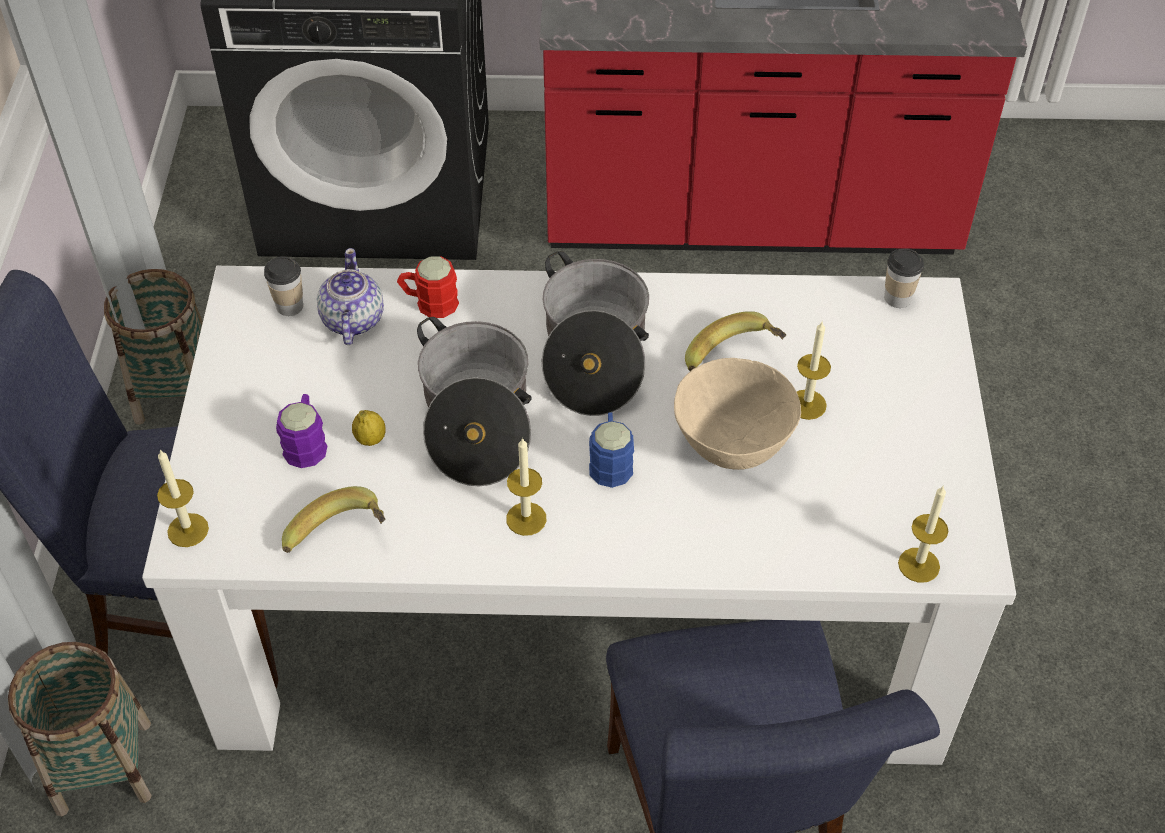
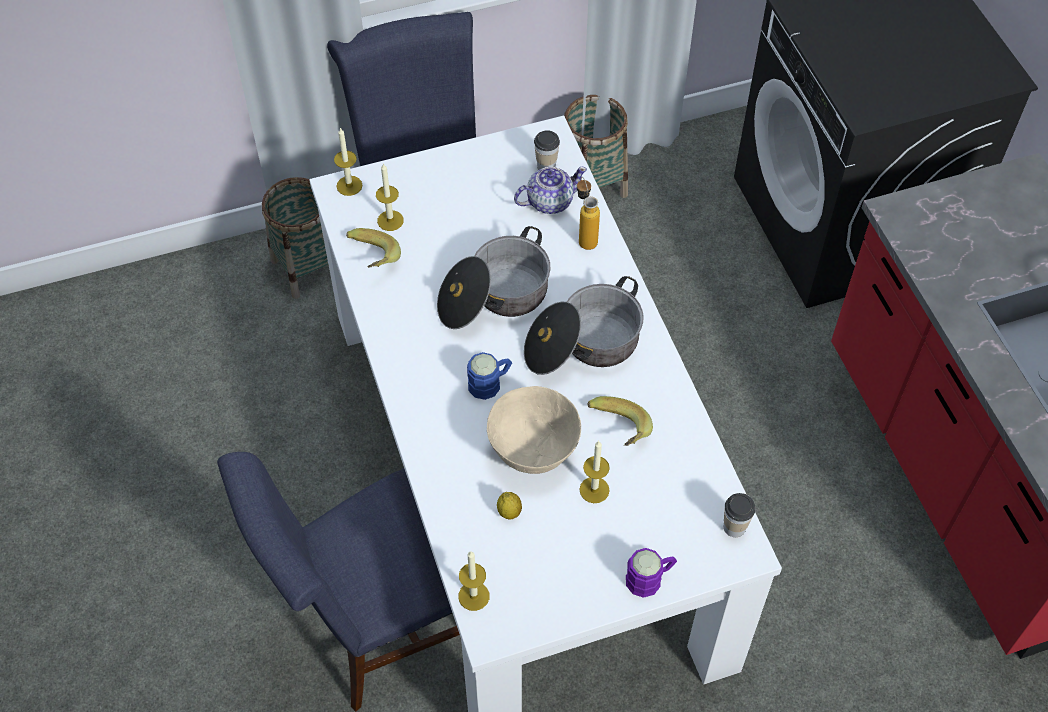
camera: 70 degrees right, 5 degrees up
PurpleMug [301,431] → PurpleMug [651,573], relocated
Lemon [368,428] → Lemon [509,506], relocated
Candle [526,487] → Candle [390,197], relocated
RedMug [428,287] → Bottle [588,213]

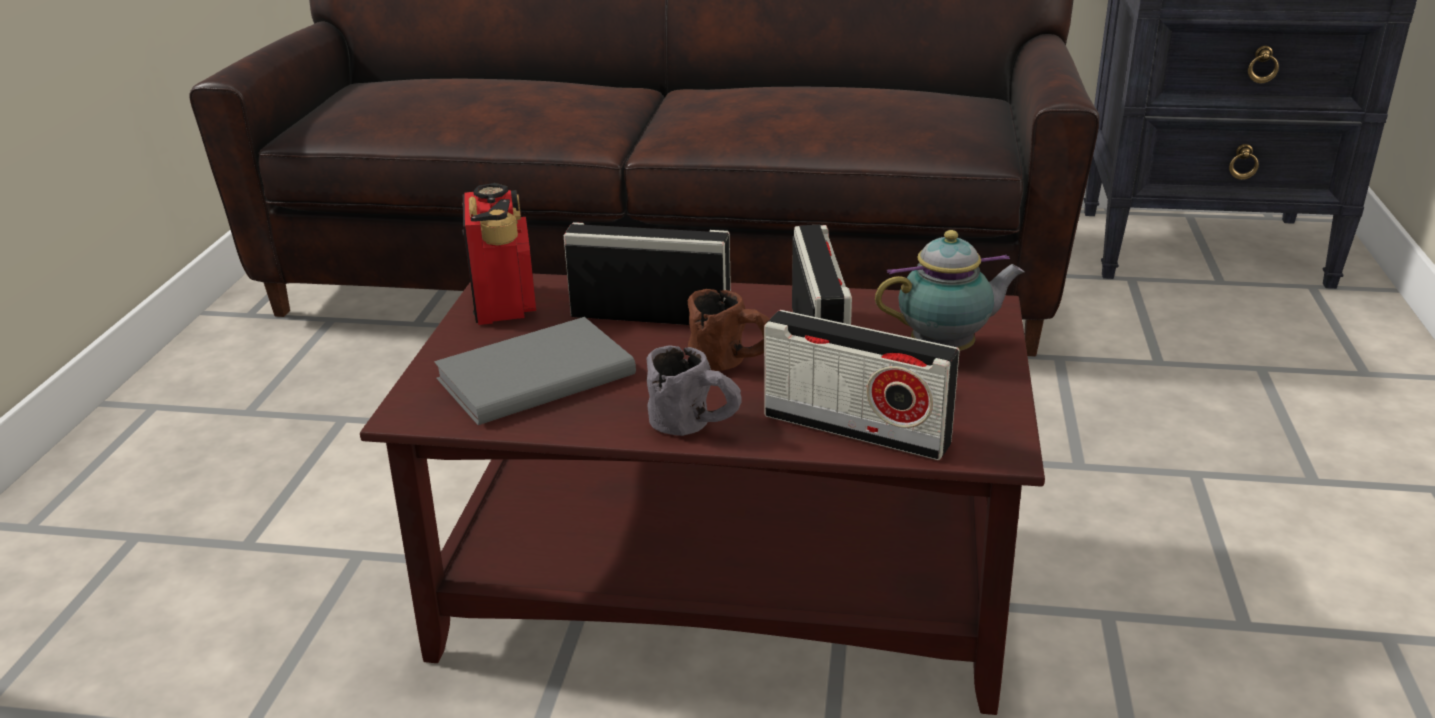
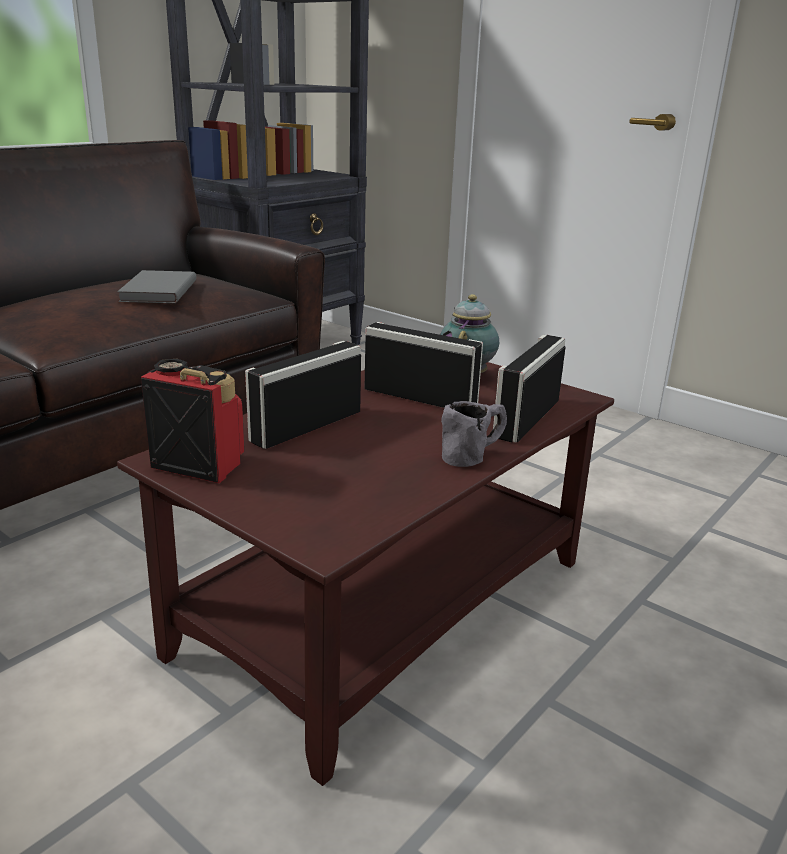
camera: 60 degrees left, 5 degrees down
BrownMug [728,330] → -
GreyBook [535,371] → GreyBook [157,286], relocated
Radio [862,385] → Radio [529,389], 150 degrees clockwise

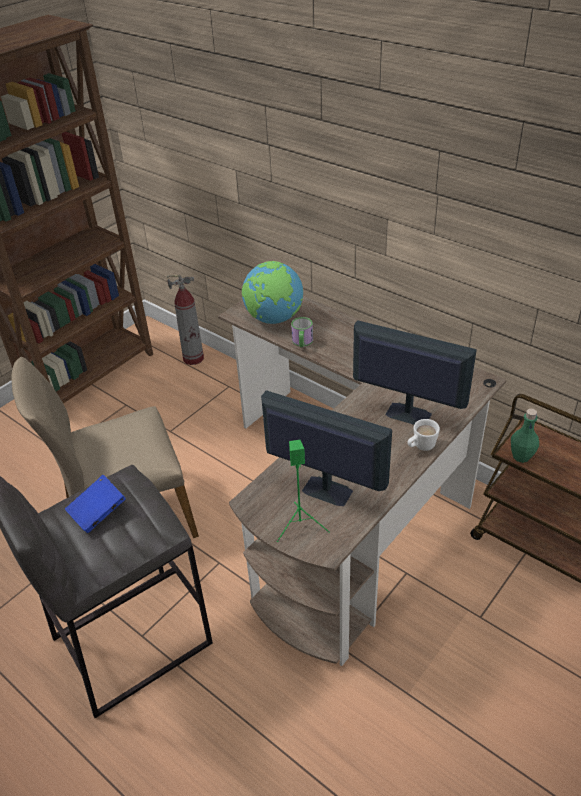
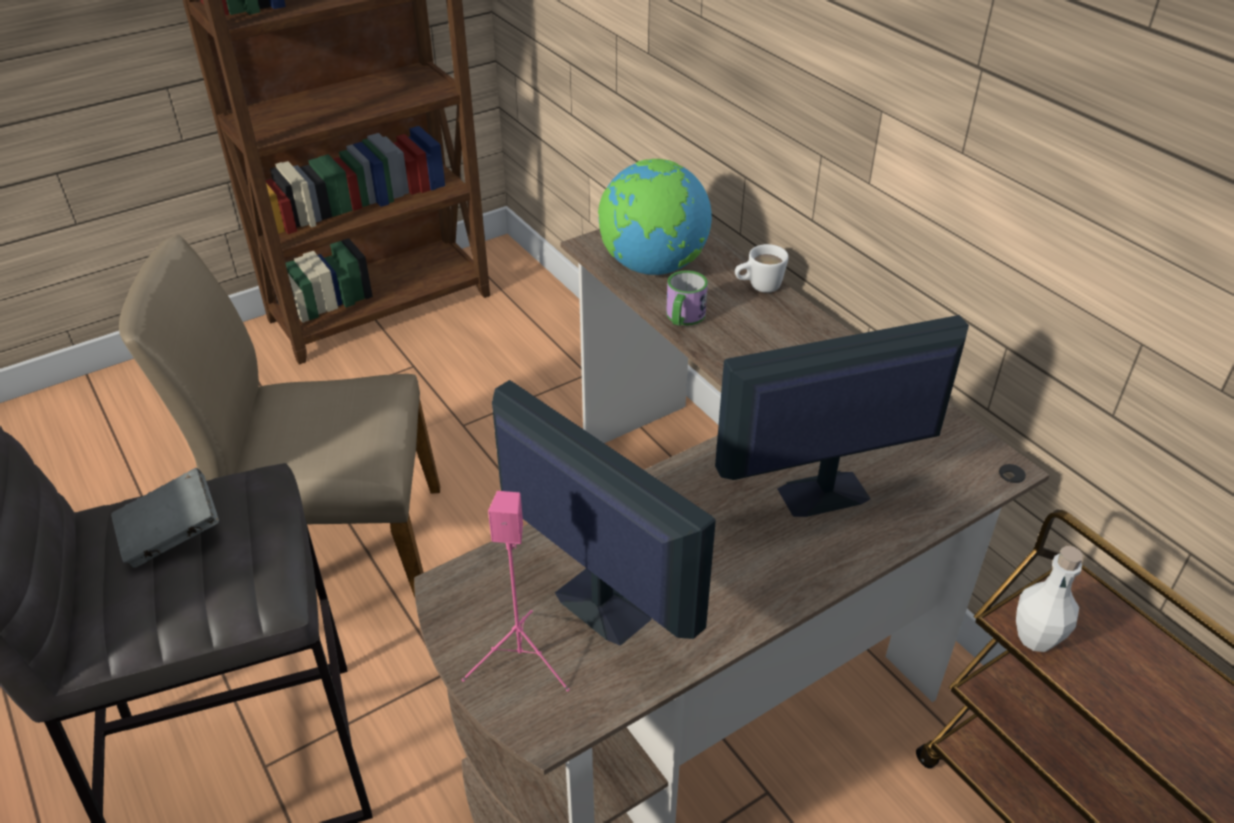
camera: 15 degrees right, 0 degrees up
FireExtinguisher [185,320] → -
WhiteMug [424,435] → WhiteMug [762,268], relocated
BlueBook [95,504] → GreyBook [165,518]
GreenSpeaker [303,491] → PinkSpeaker [515,591]
GreenBottle [525,436] → WhiteBottle [1049,599]
Monitor [415,372] → Monitor [842,416], 60 degrees counterclockwise

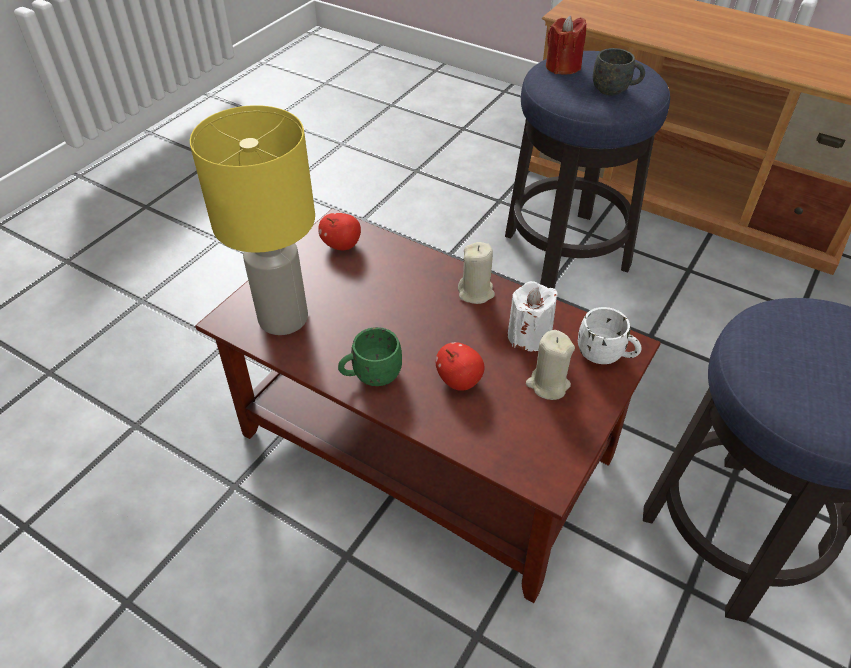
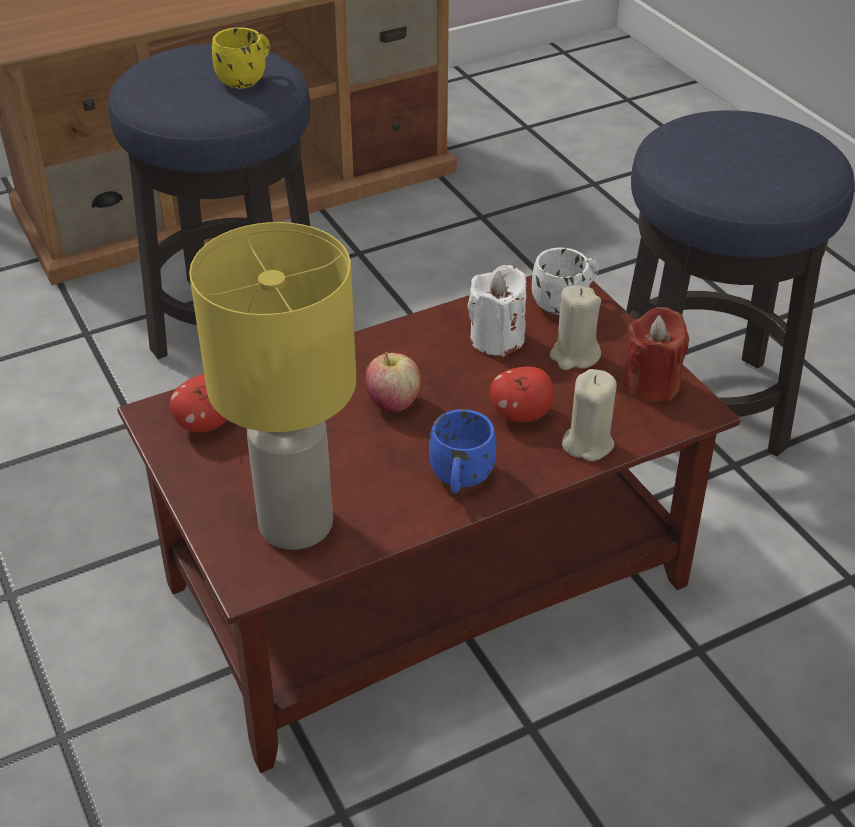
camera: 60 degrees left, 5 degrees down
- → Apple [393,382]
BeigeCandle [476,273] → BeigeCandle [589,415], relocated
RedCandle [566,44] → RedCandle [656,354], relocated
GreenMug [370,356] → BlueMug [462,451]
GreyMug [619,71] → YellowMug [241,58]

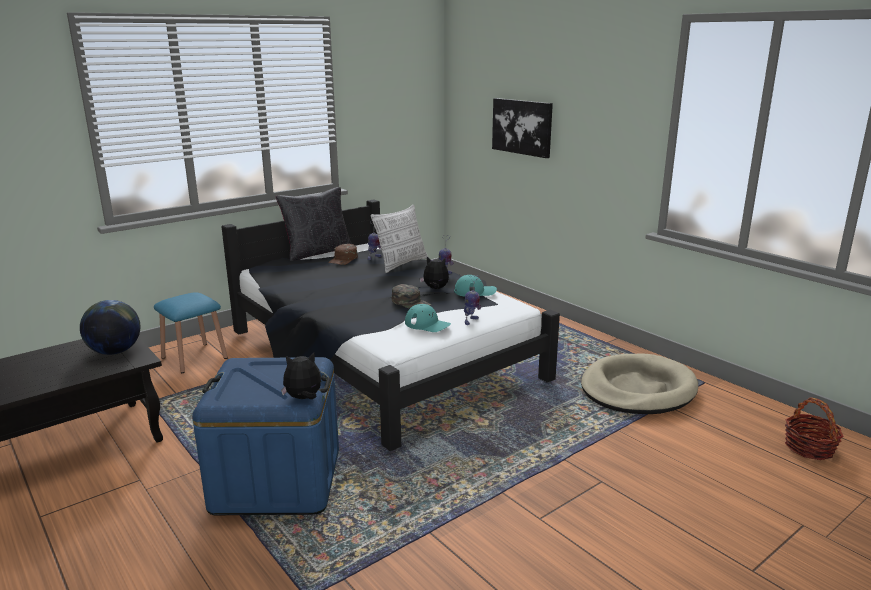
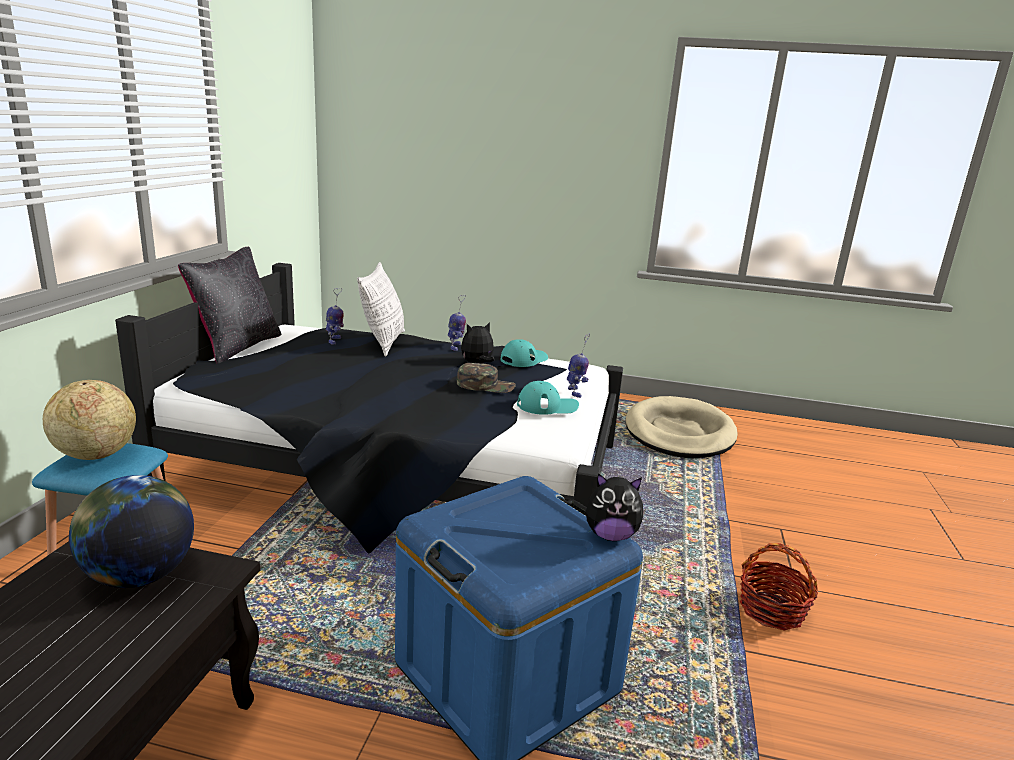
camera: 40 degrees left, 0 degrees up
BrownCap [343,254] → -
Picture [522,128] → -
- → Globe [89,420]
Basket [814,428] → Basket [779,587], relocated
PlushToy [301,376] → PlushToy [616,507], 120 degrees counterclockwise

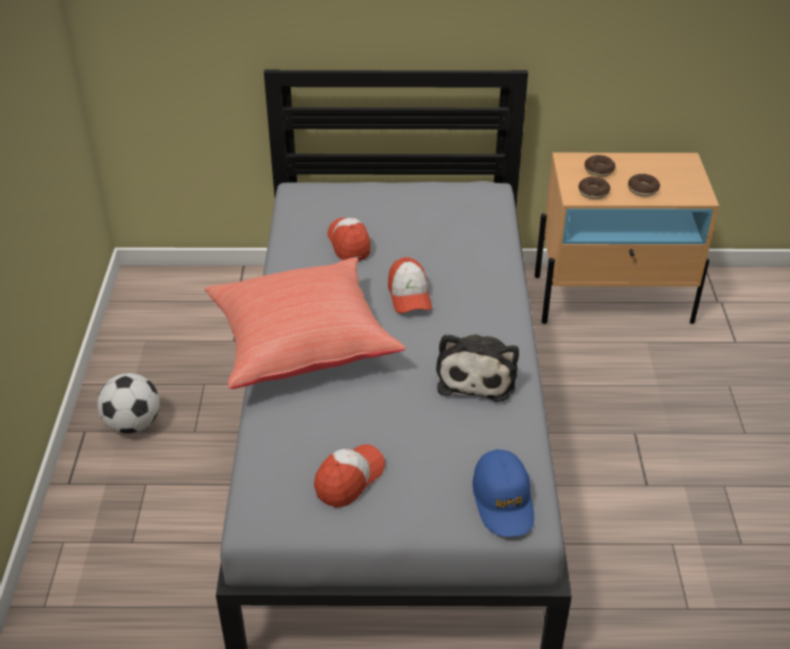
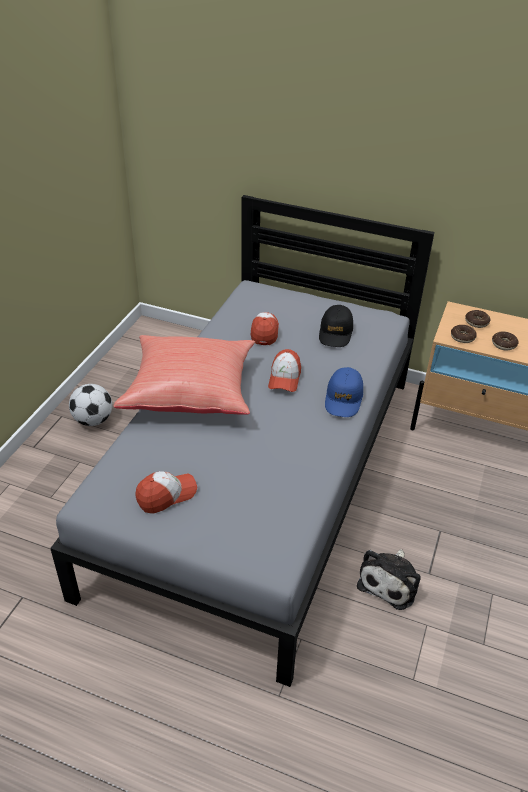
camera: 20 degrees right, 0 degrees up
- → BlackCap [336,326]
PlushToy [477,368] → PlushToy [389,579], relocated
BlueCap [503,493] → BlueCap [344,392], relocated

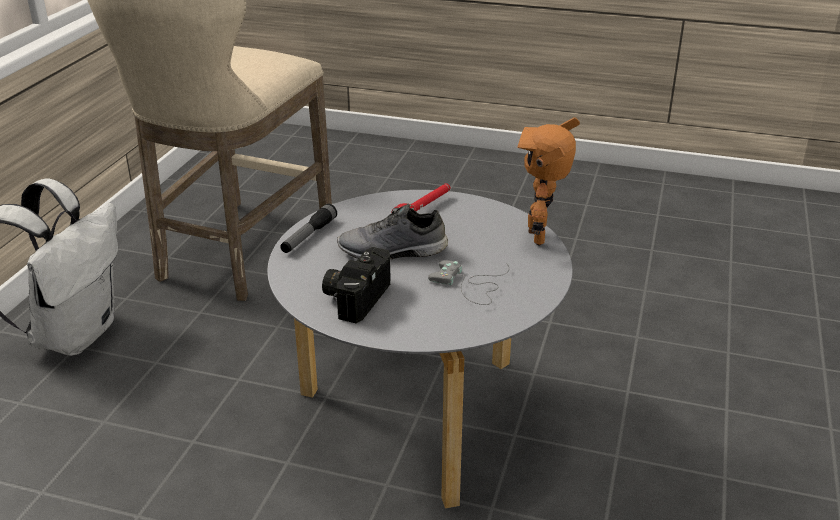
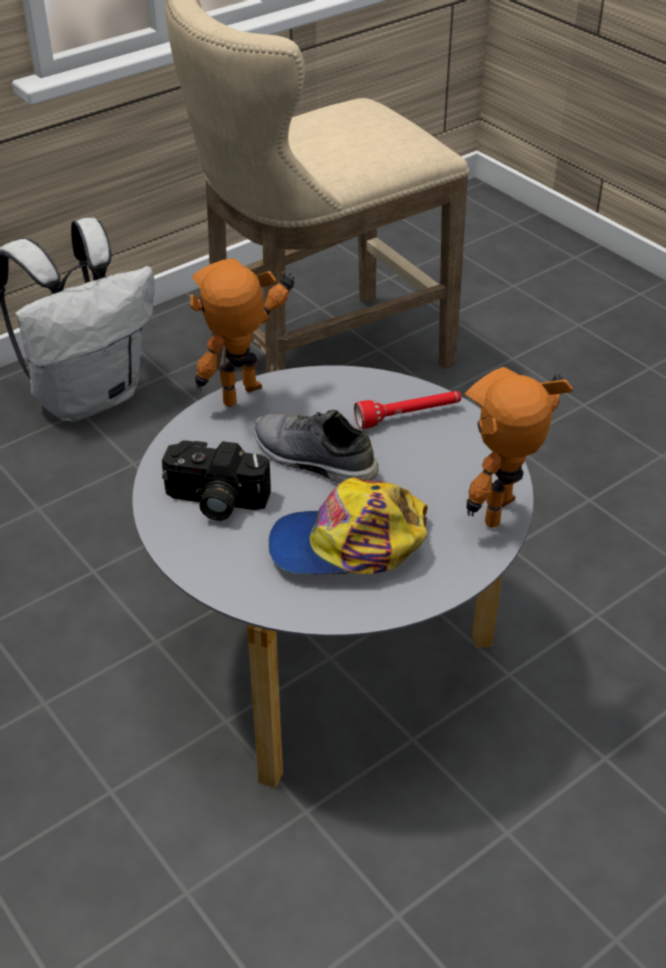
camera: 35 degrees right, 10 degrees up
Flashlight [308,228] → ToyRobot [242,333]
GreyGameController [468,282] → Cap [348,526]
PhotoCamera [356,285] → PhotoCamera [216,480], 135 degrees counterclockwise

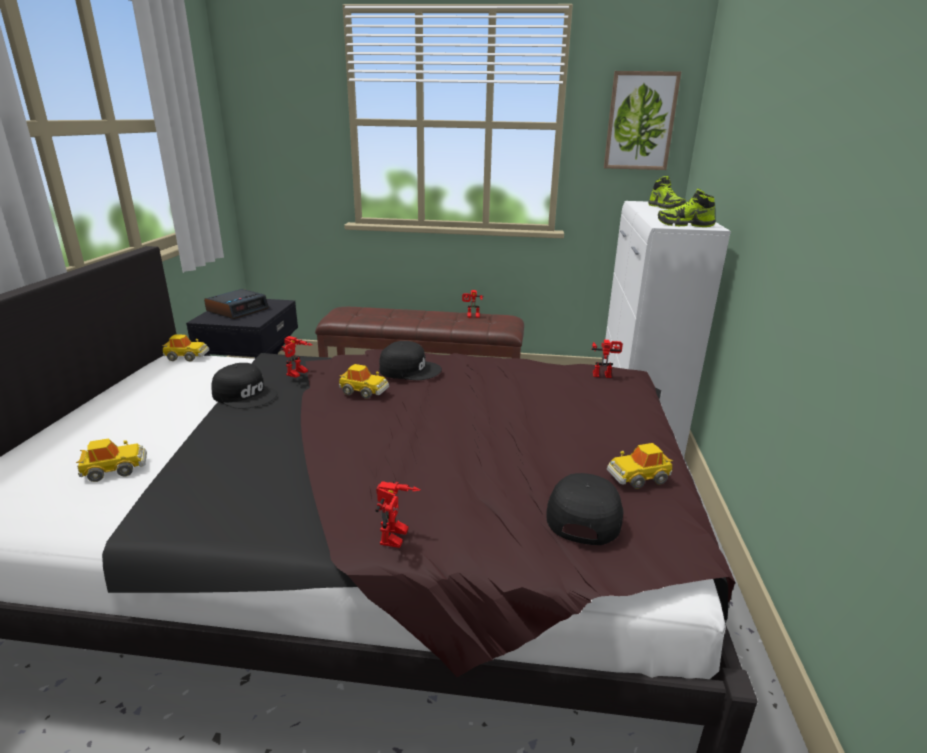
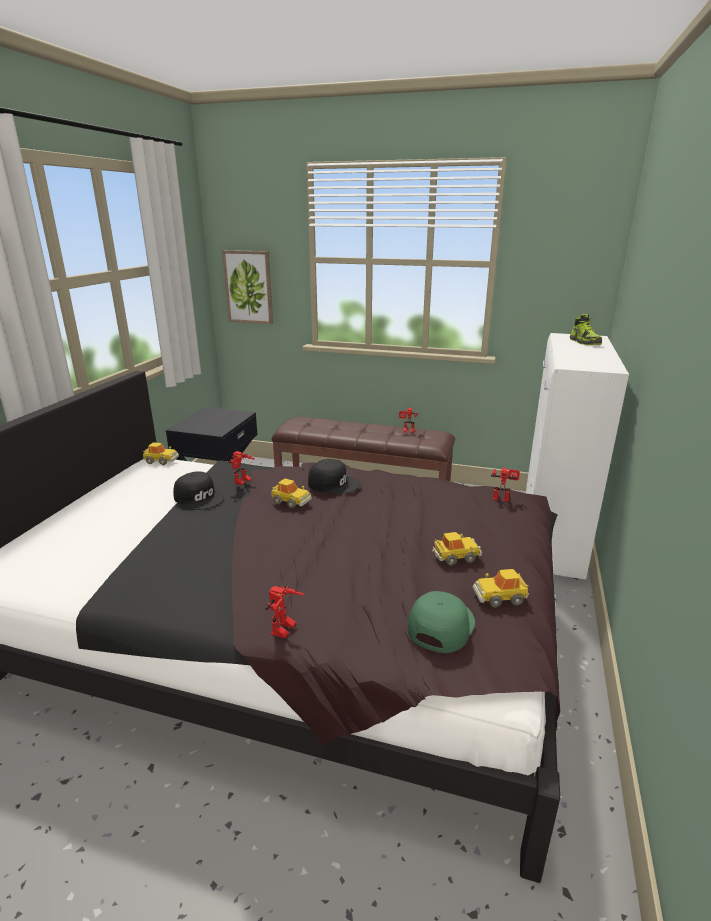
camera: 10 degrees right, 0 degrees up
AlarmClock [236,304] → -
Shoe [687,208] → -
ToyCar [111,460] → ToyCar [457,549], relocated
Picture [642,120] → Picture [247,287], relocated
BlackCap [585,509] → GreenCap [441,622]

